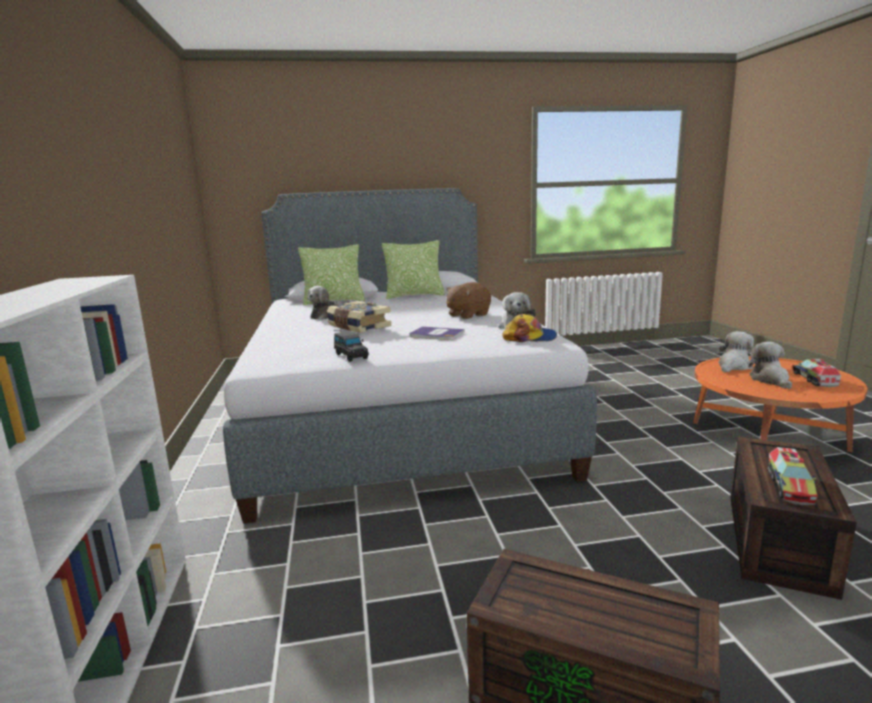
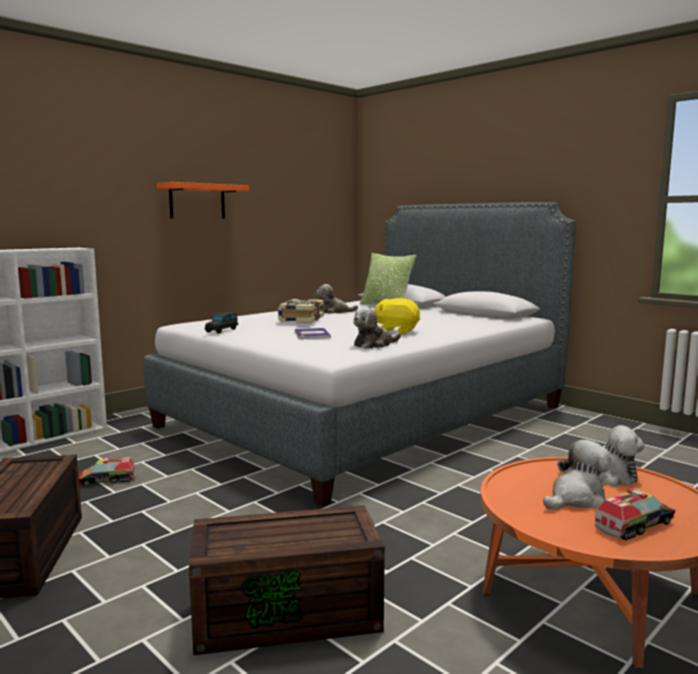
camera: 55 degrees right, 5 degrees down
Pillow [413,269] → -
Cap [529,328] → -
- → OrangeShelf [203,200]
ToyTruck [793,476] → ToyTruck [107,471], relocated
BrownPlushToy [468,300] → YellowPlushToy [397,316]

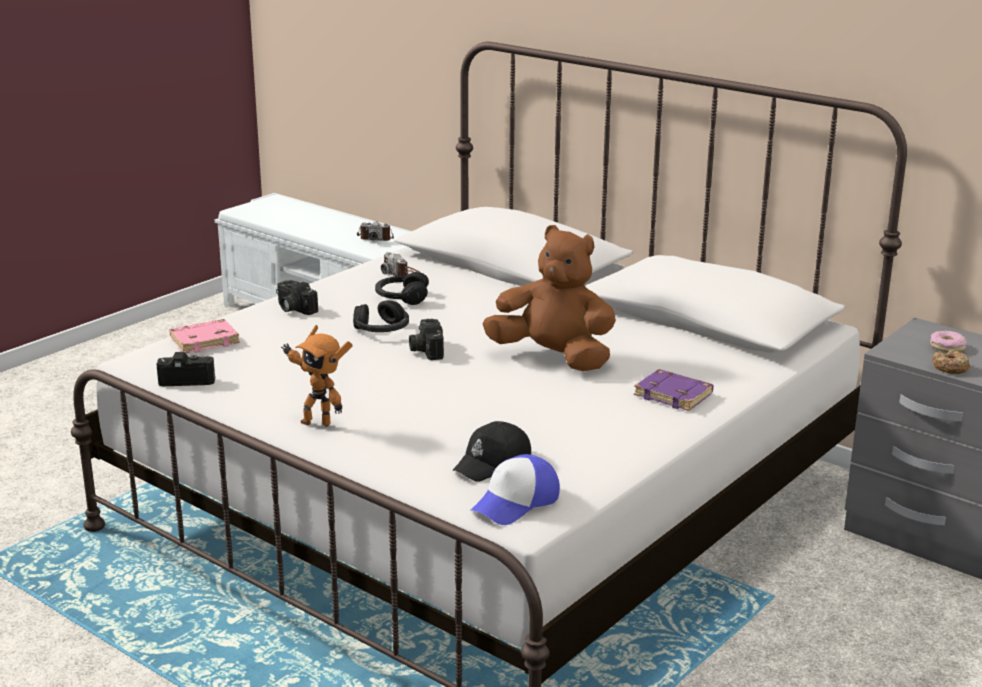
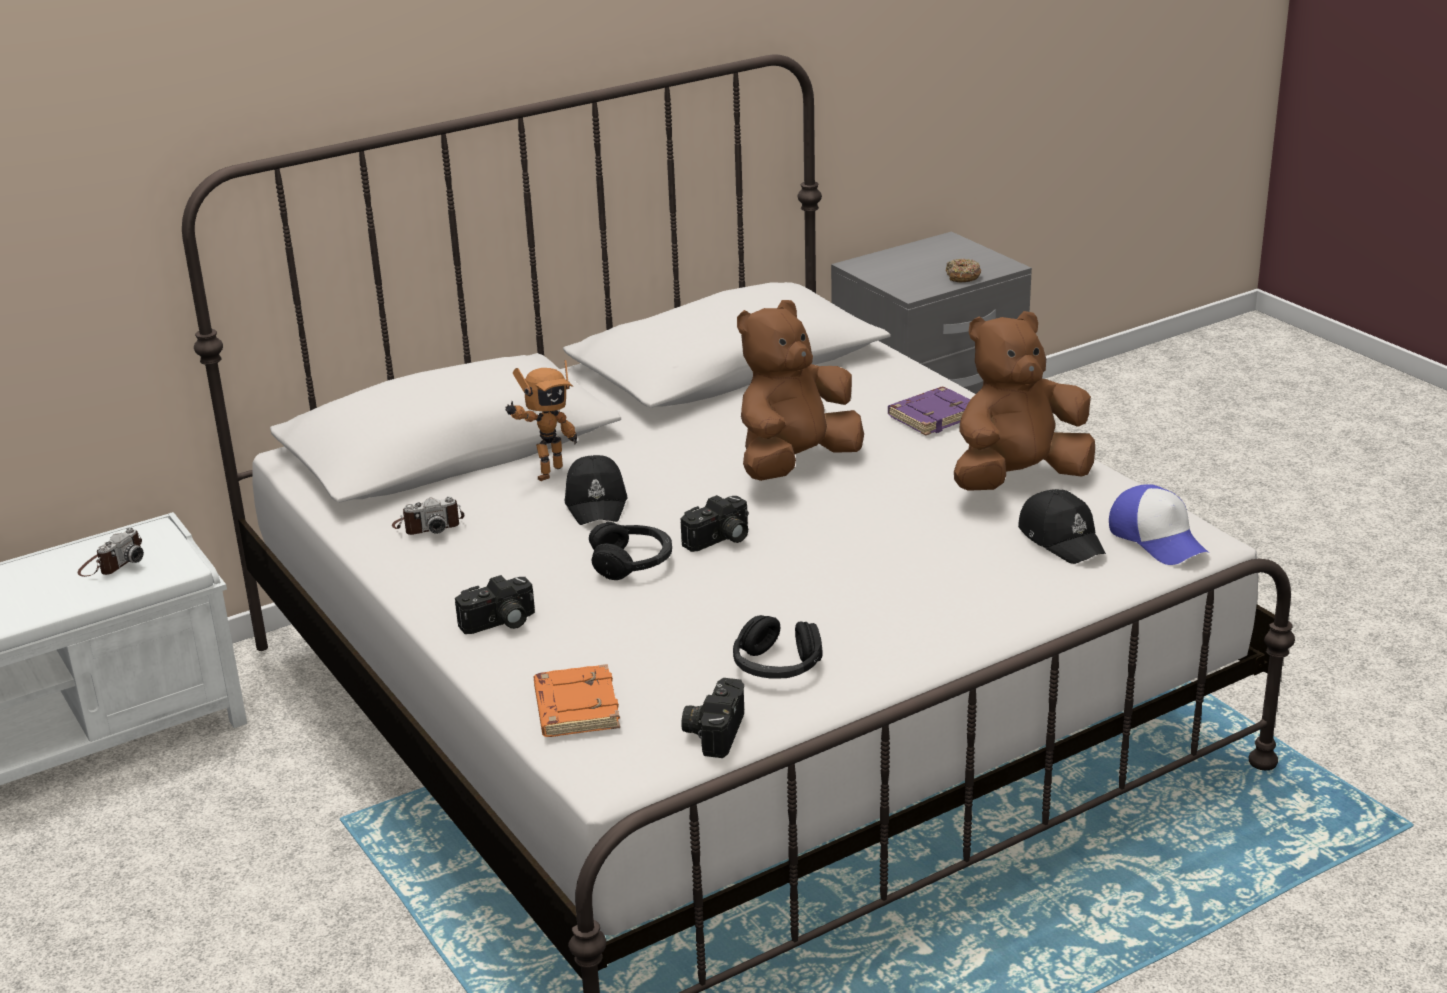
camera: 70 degrees left, 5 degrees up
Donut [948,341] → -
- → BlackCap [596,490]
- → BrownPlushToy [1024,401]
ToyRobot [317,375] → ToyRobot [541,420], relocated
BlackHeadphones [402,288] → BlackHeadphones [777,647], relocated
PinkBook [204,336] → OrangeBook [577,700]
PhotoCamera [426,339] → PhotoCamera [715,523], 45 degrees counterclockwise

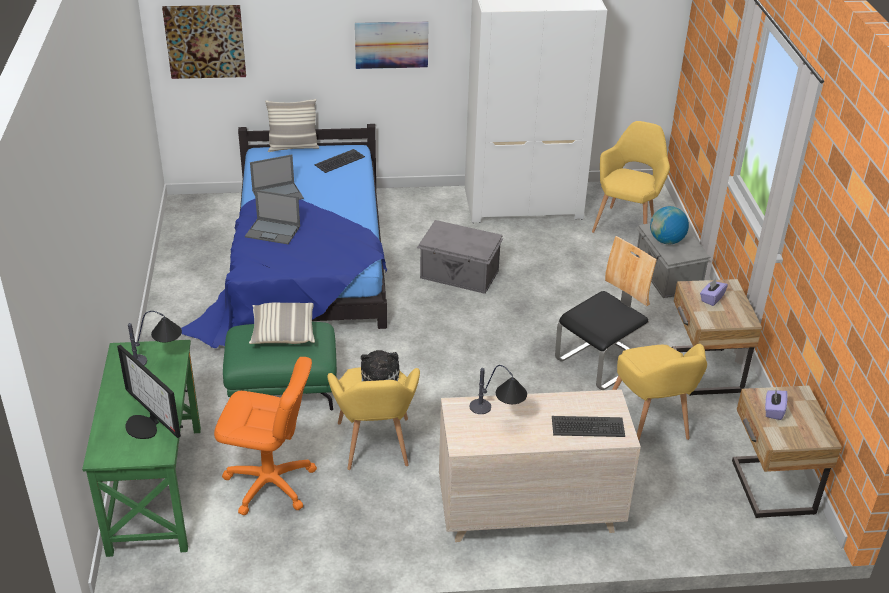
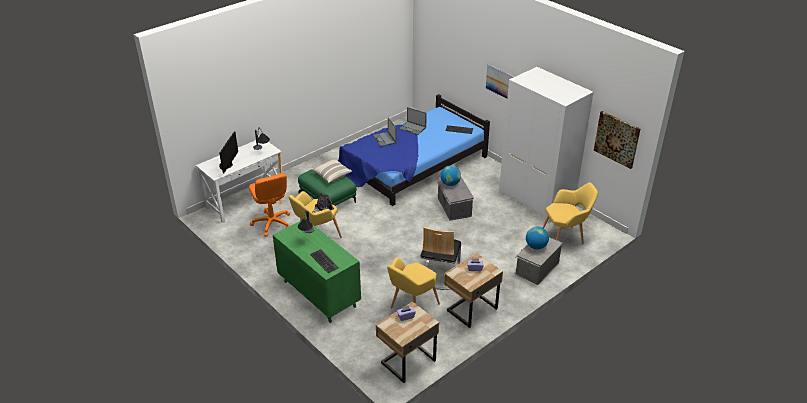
camera: 55 degrees right, 0 degrees up
Pillow [292,125] → -
- → Globe [450,175]
Picture [204,42] → Picture [617,140], relocated
GreenDesk [141,448] → WhiteDesk [239,181]
BeigeDresser [540,465] → GreenDresser [317,271]
Chair [606,313] → Chair [440,258], 90 degrees clockwise

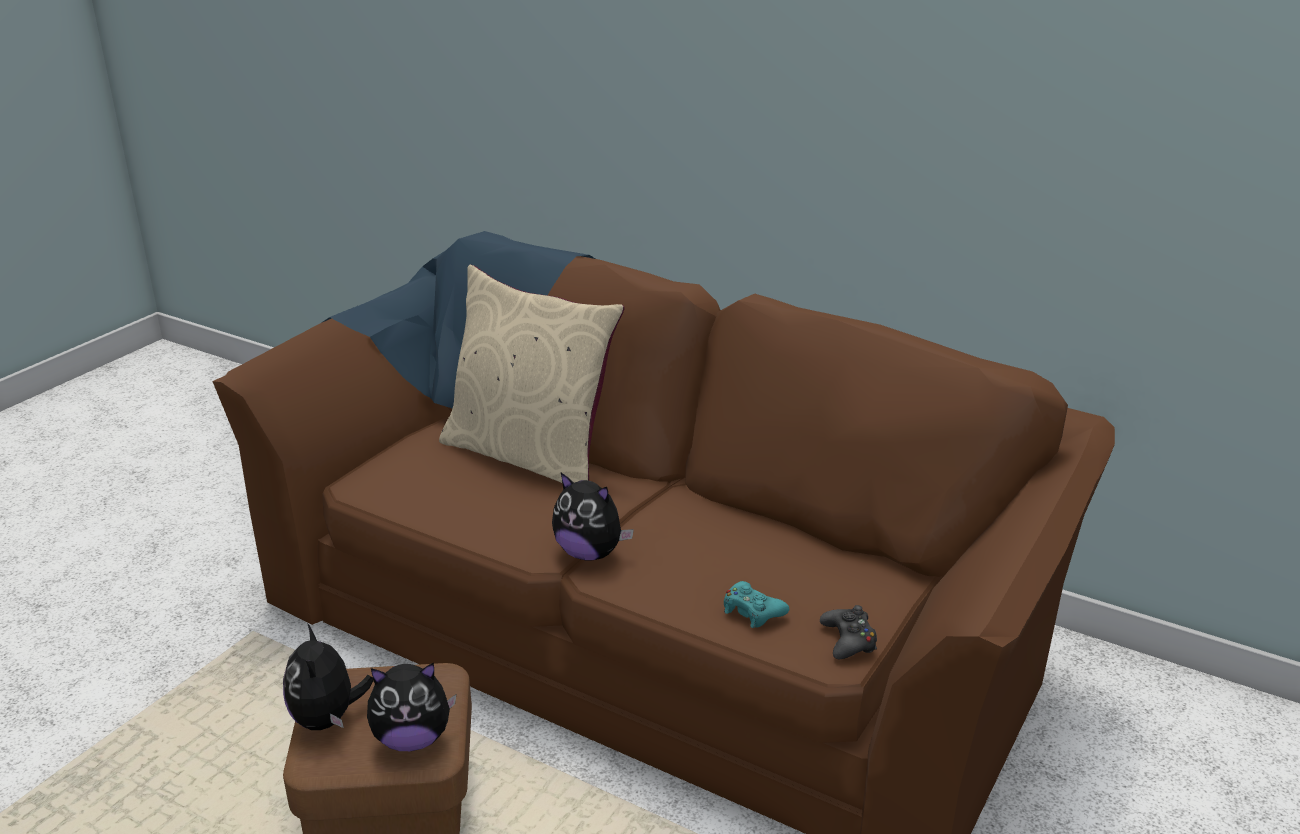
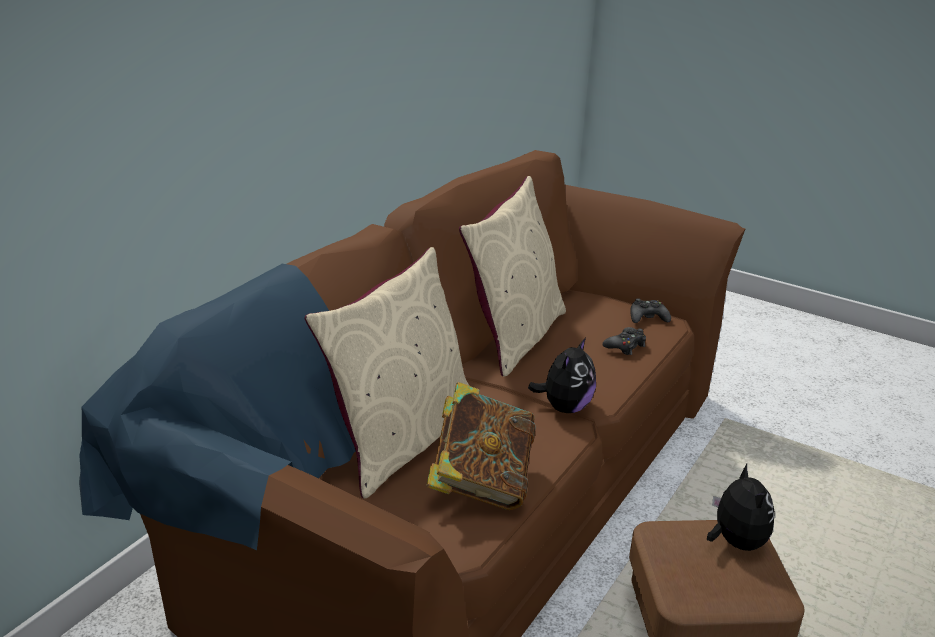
camera: 90 degrees left, 0 degrees up
PlushToy [328,676] → -
- → Book [481,446]
- → BeigePillow [512,276]
TurquoiseGameController [756,604] → BlackGameController [624,341]

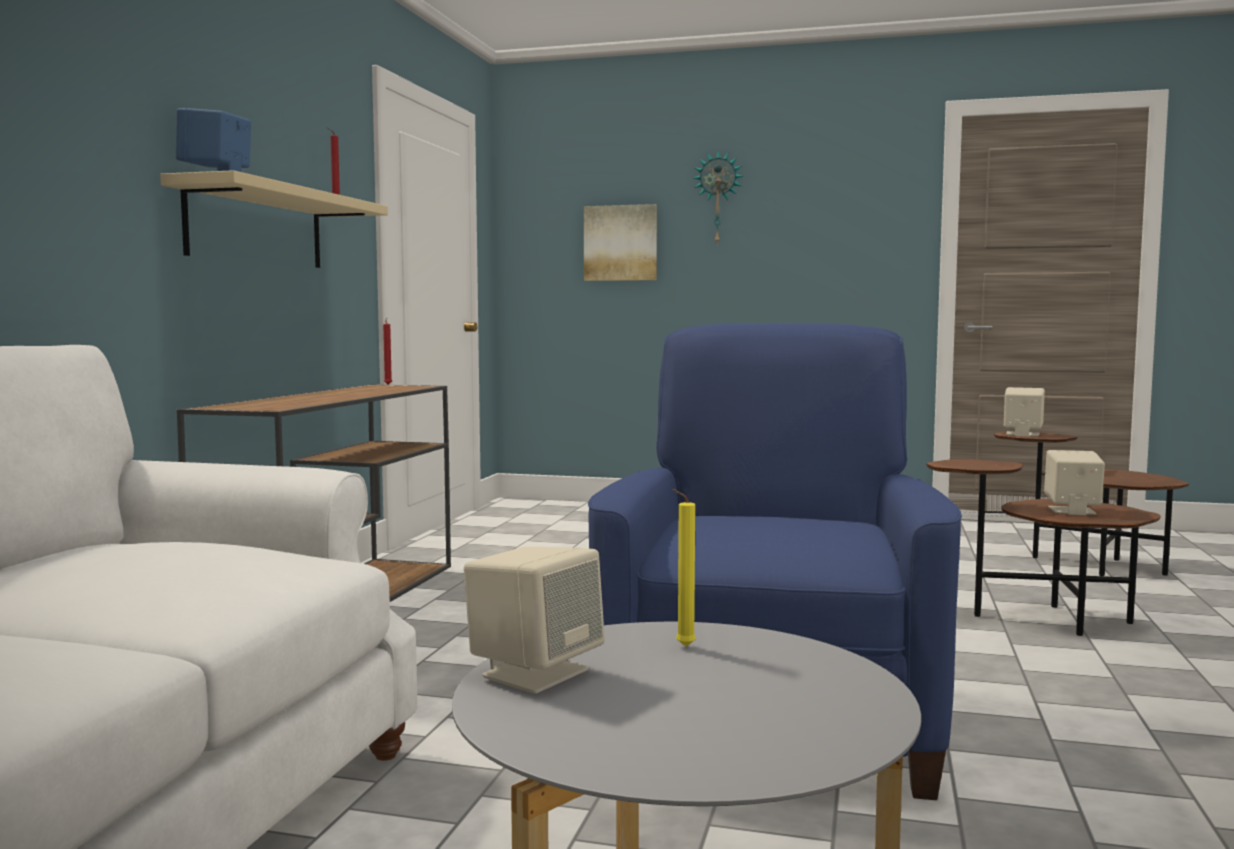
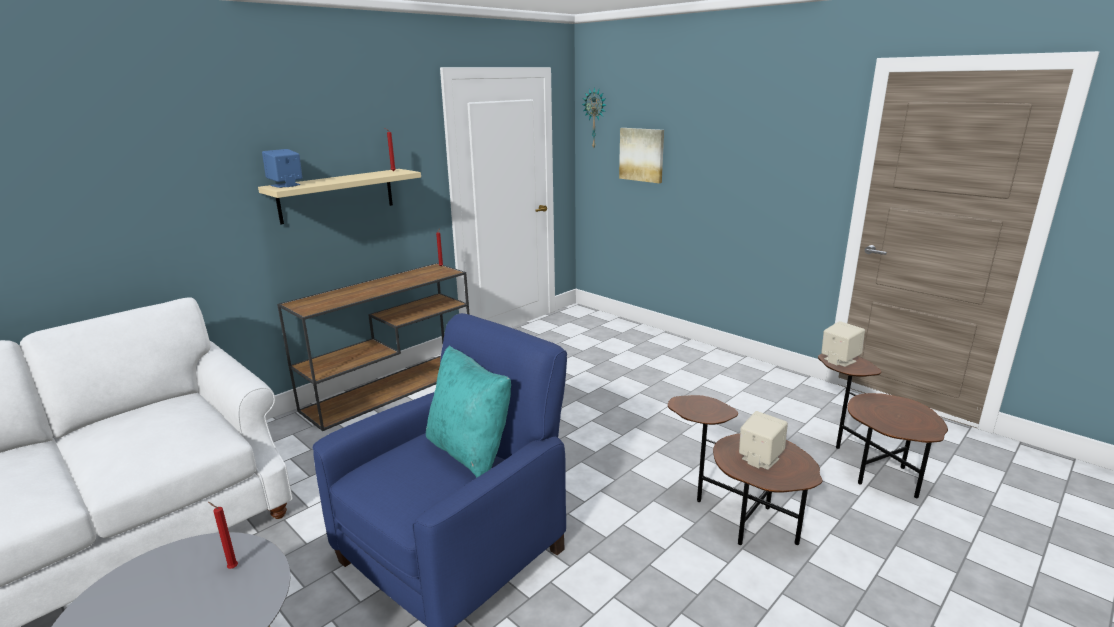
camera: 30 degrees right, 15 degrees up
BeigeSpeaker [534,620] → -
- → TurquoisePillow [468,412]
WallClock [718,198] → WallClock [594,117], relocated
YellowCandle [684,568] → RedCandle [223,535]

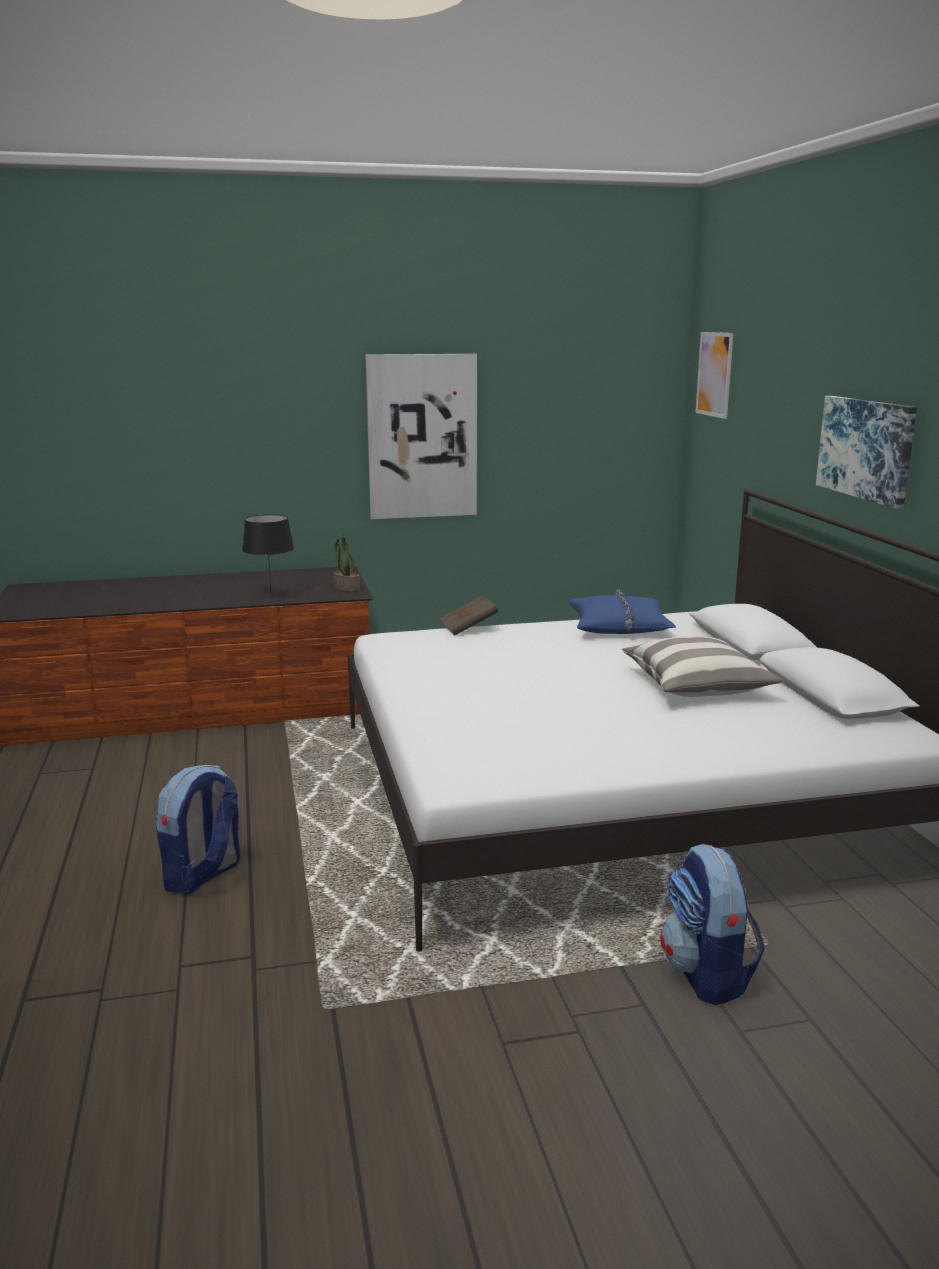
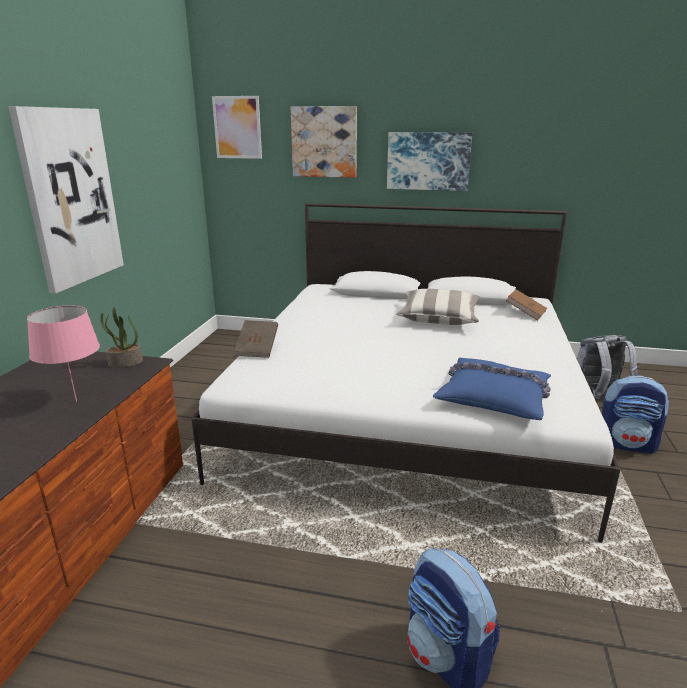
camera: 65 degrees left, 5 degrees up
- → Picture [324,142]
- → BrownBook [526,305]
- → GreyBackpack [607,368]
BluePillow [622,611] → BluePillow [492,389], relocated
BlackTableLamp [268,553] → PinkTableLamp [63,354]

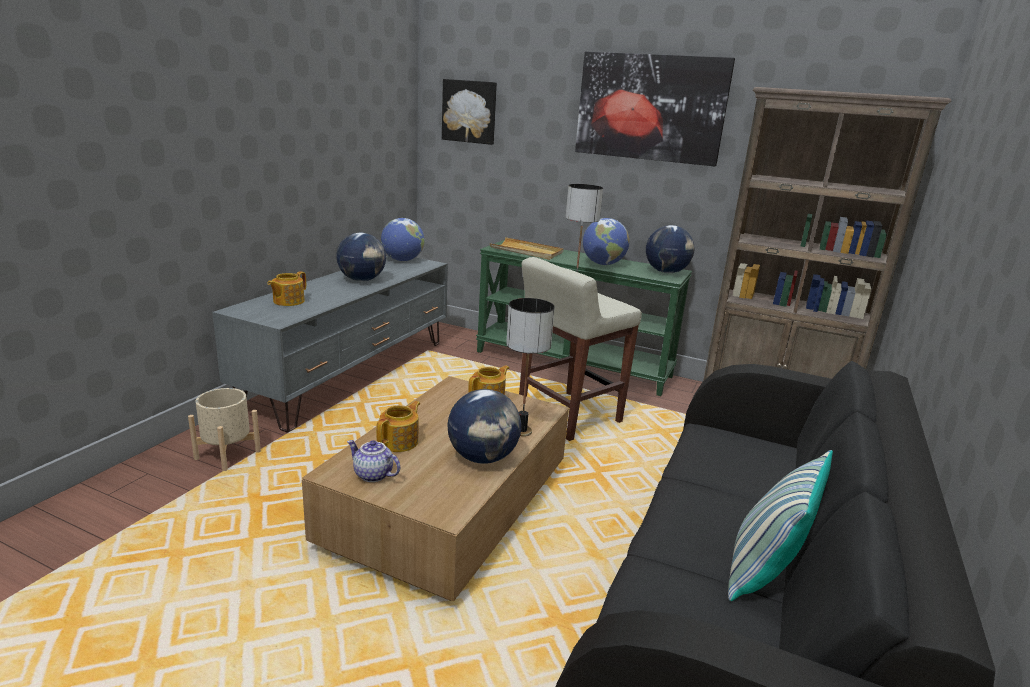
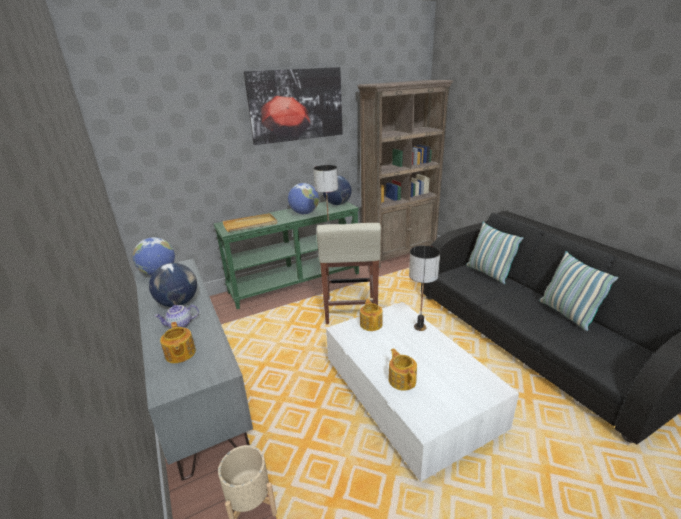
camera: 50 degrees left, 5 degrees up
Picture [469,112] → -
Globe [484,426] → -
- → Pillow [494,253]
Teapot [373,461] → Teapot [176,316], relocated
BrownCoffeeTable [435,488] → WhiteCoffeeTable [422,392]

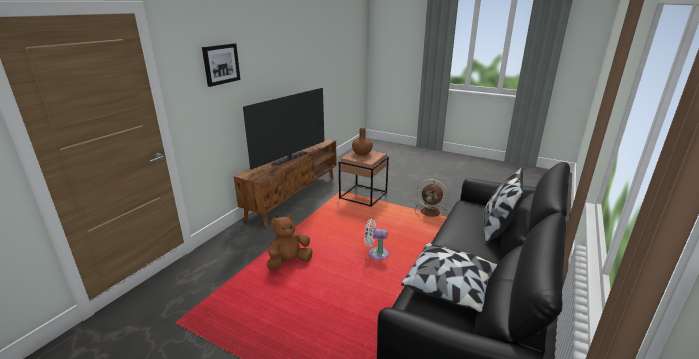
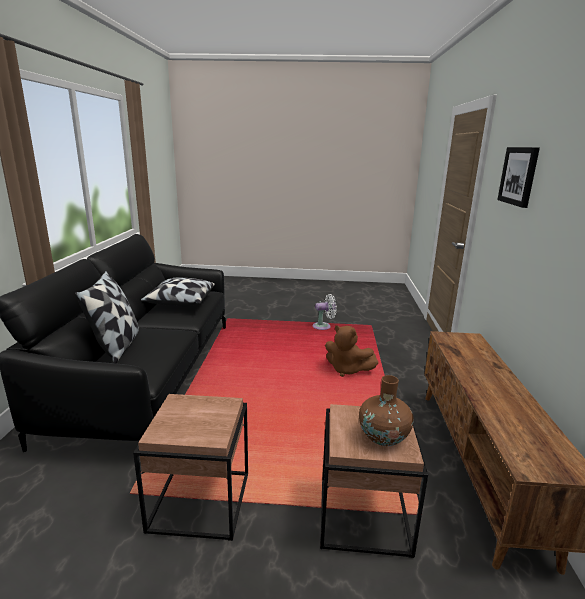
camera: 155 degrees right, 5 degrees down
Television [283,129] → -
WhiteFan [376,239] → WhiteFan [324,312], relocated
BrownFan [432,198] → BrownSideTable [190,467]
BrownPlushToy [289,242] → BrownPlushToy [352,351], 90 degrees clockwise

